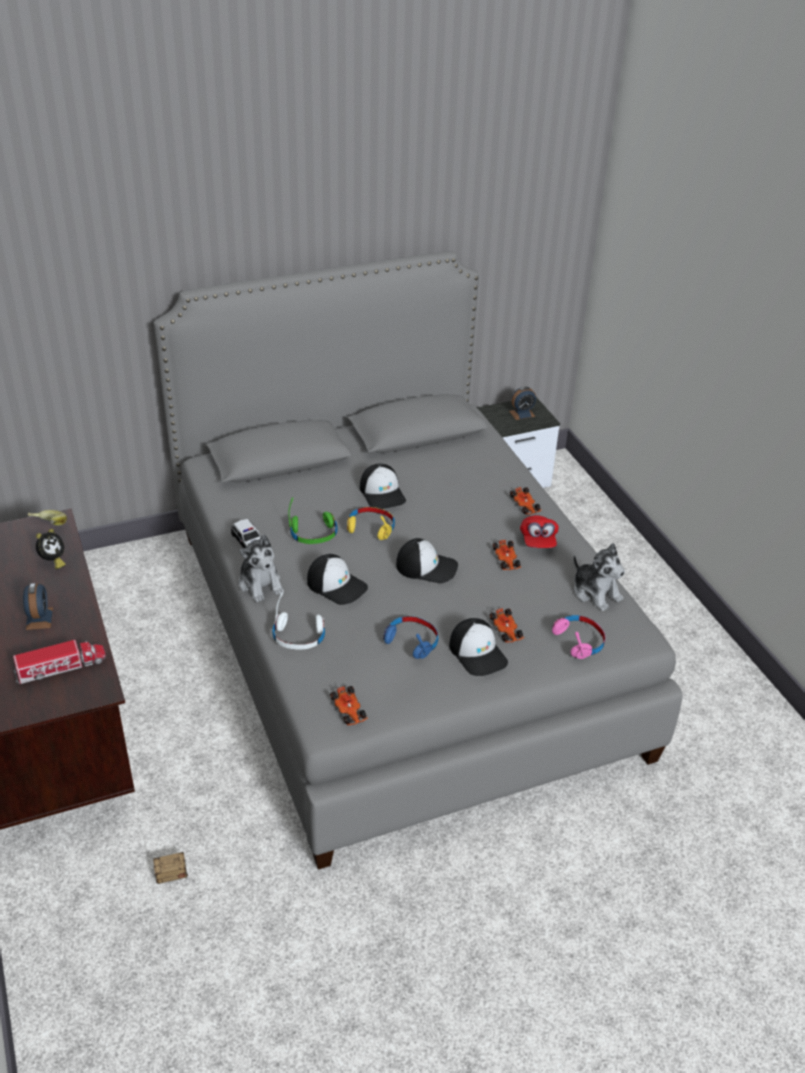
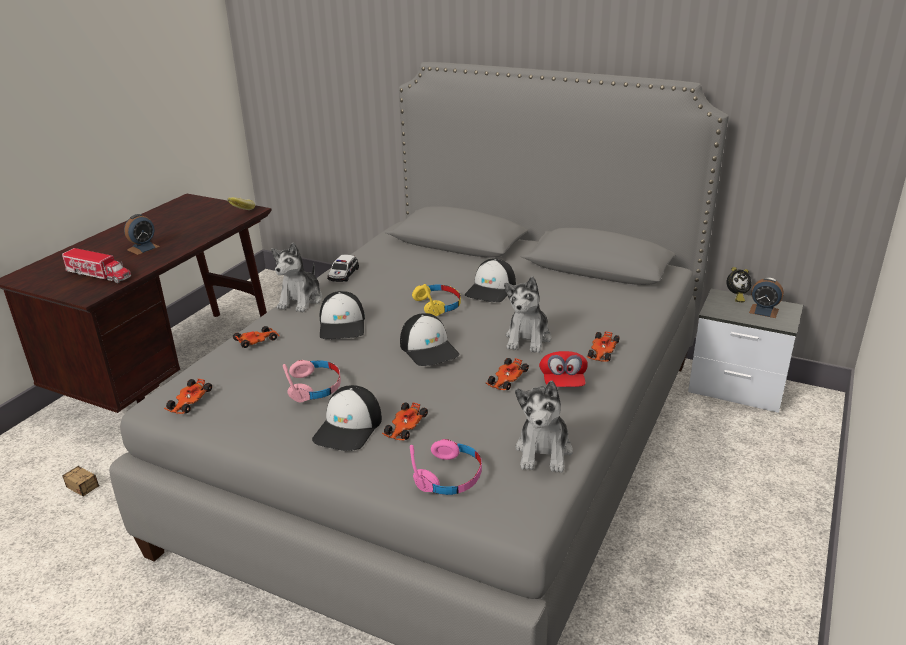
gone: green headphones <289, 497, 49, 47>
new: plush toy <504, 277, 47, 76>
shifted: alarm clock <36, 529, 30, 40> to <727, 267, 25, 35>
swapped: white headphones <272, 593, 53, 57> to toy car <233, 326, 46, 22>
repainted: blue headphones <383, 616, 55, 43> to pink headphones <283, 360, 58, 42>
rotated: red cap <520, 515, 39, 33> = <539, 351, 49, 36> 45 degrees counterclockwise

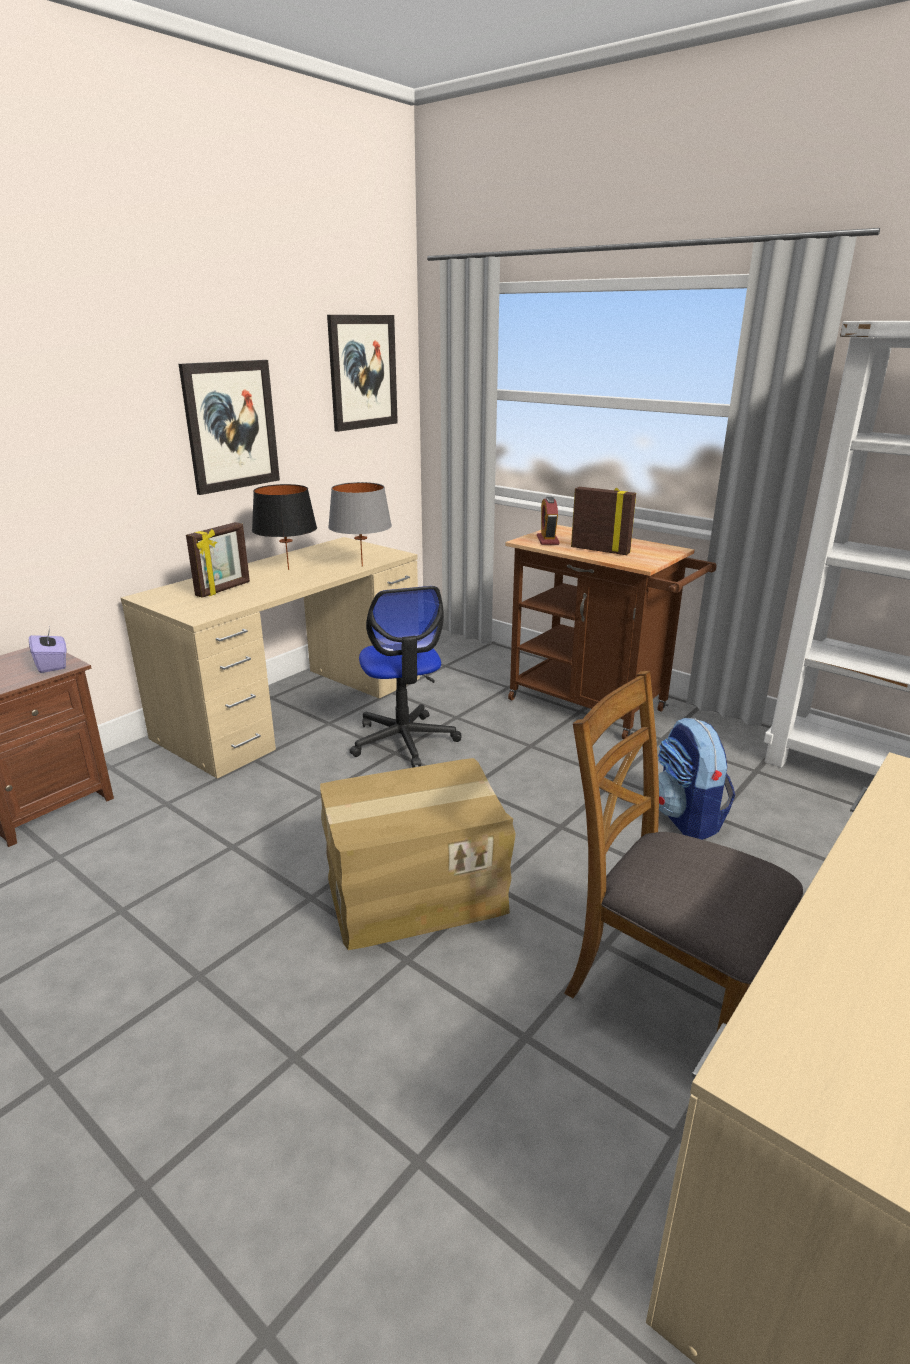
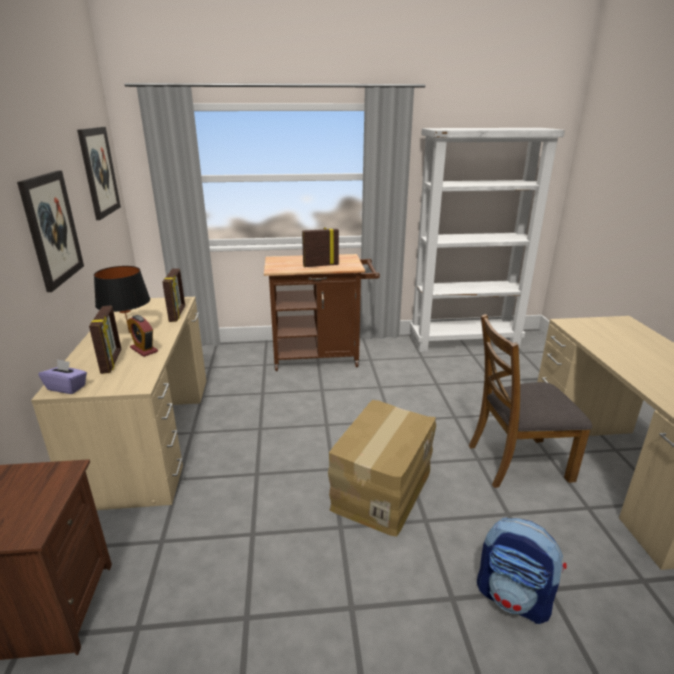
gone: office chair <350, 586, 111, 181>
shifted: purple tissue box <29, 627, 38, 46> to <39, 359, 48, 35>; alarm clock <537, 497, 23, 48> to <127, 315, 31, 42>; backpack <658, 718, 77, 122> to <477, 518, 90, 106>
swapped: grey table lamp <328, 482, 64, 85> to picture frame <162, 268, 23, 54>

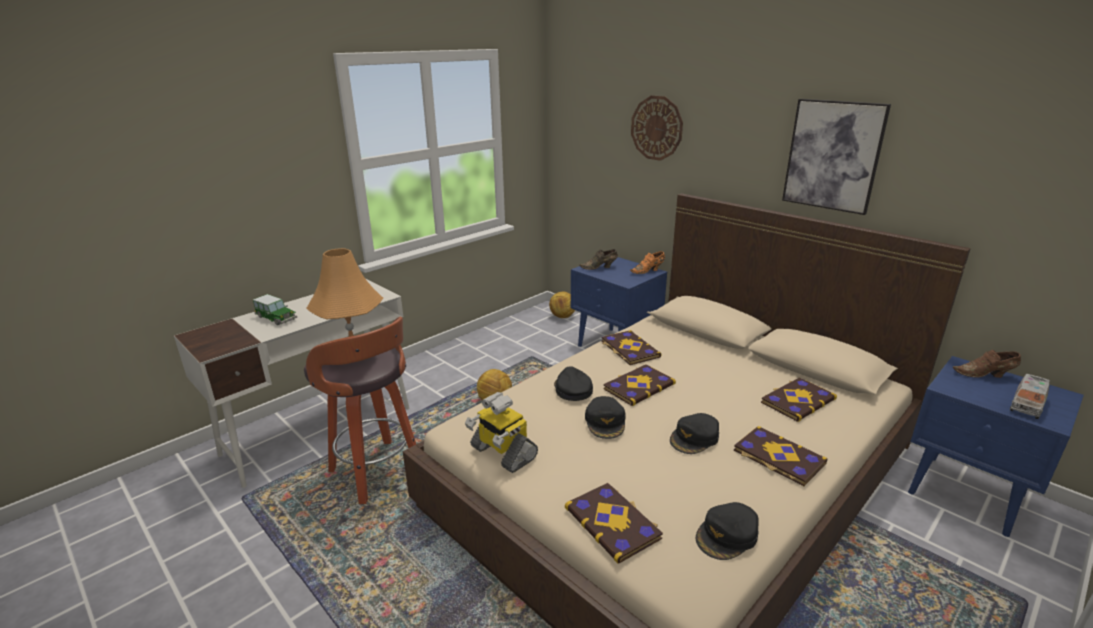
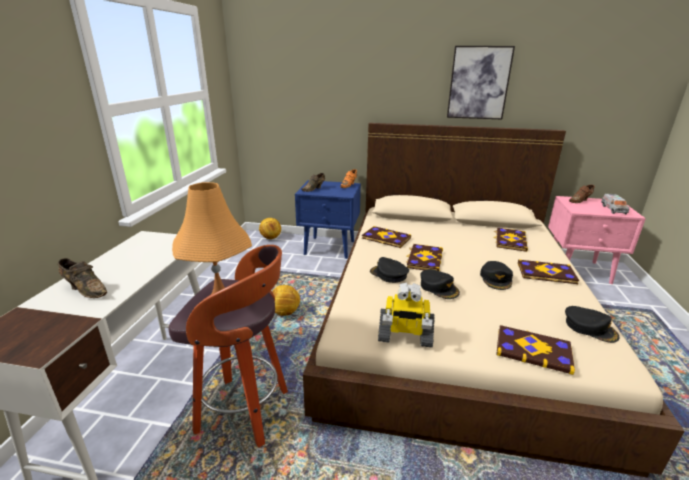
gone: wall clock <631, 96, 52, 65>
swapped: toy car <253, 294, 44, 31> to brown shoe <58, 258, 49, 40>
repainted: blue nightstand <908, 356, 176, 181> to pink nightstand <548, 196, 98, 88>
rotated: black cap <695, 502, 64, 58> = <565, 306, 55, 37> 60 degrees counterclockwise

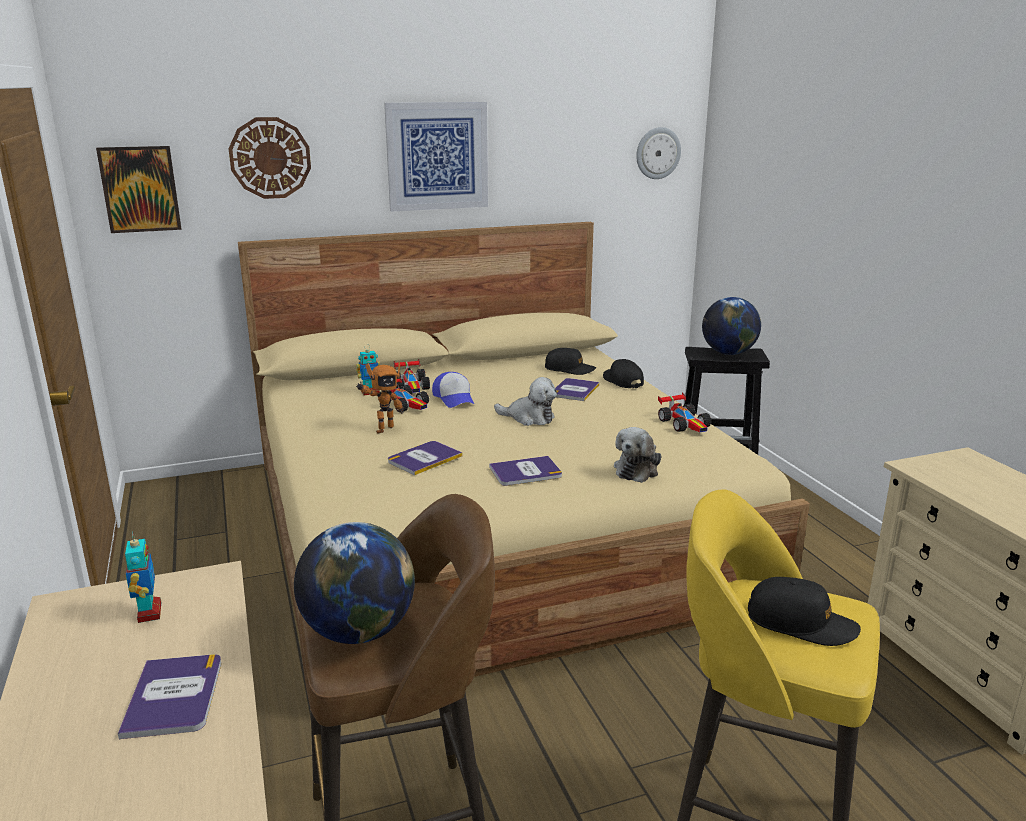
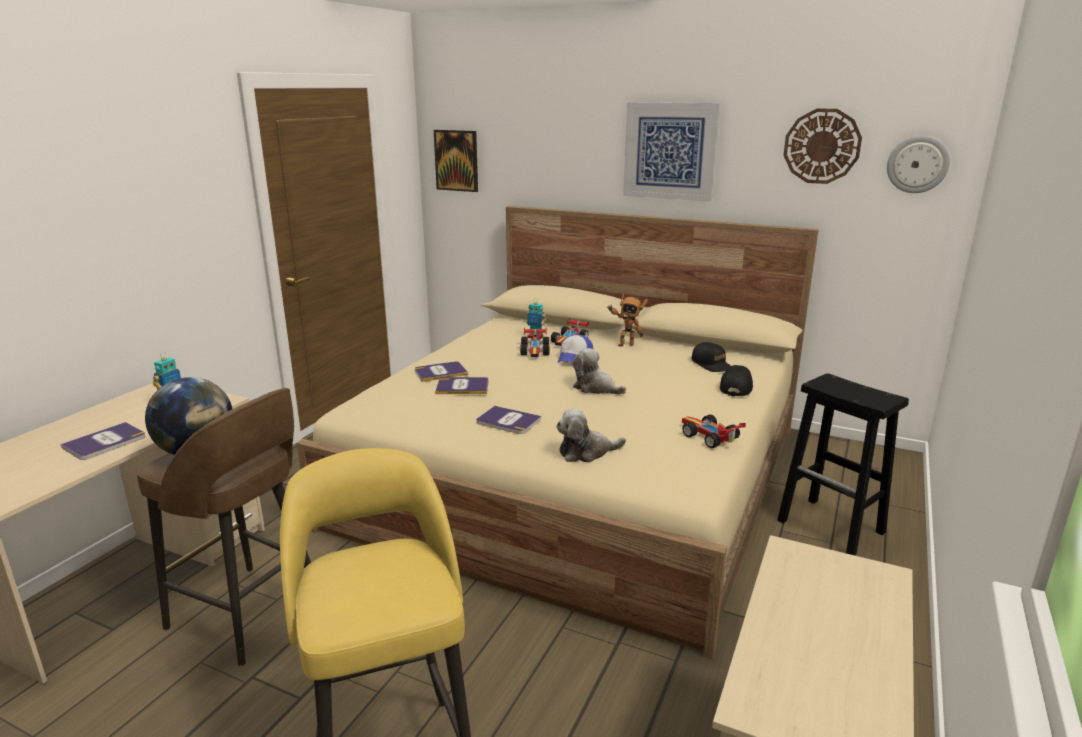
gone: globe <702, 297, 59, 58>; black cap <748, 577, 113, 69>
shifted: wall clock <228, 117, 83, 82> to <784, 109, 78, 75>; toy robot <356, 362, 48, 71> to <607, 294, 41, 53>; book <555, 378, 45, 23> to <415, 361, 53, 21>
rotated: plush toy <494, 377, 63, 49> = <572, 348, 54, 47> 150 degrees clockwise; toy car <658, 392, 53, 40> = <682, 415, 64, 33> 120 degrees clockwise

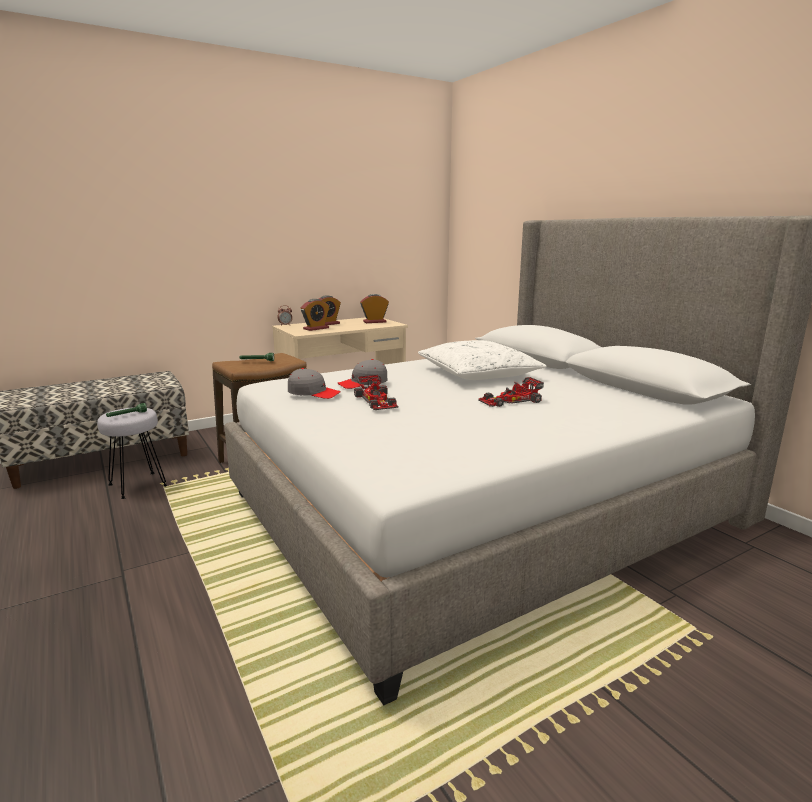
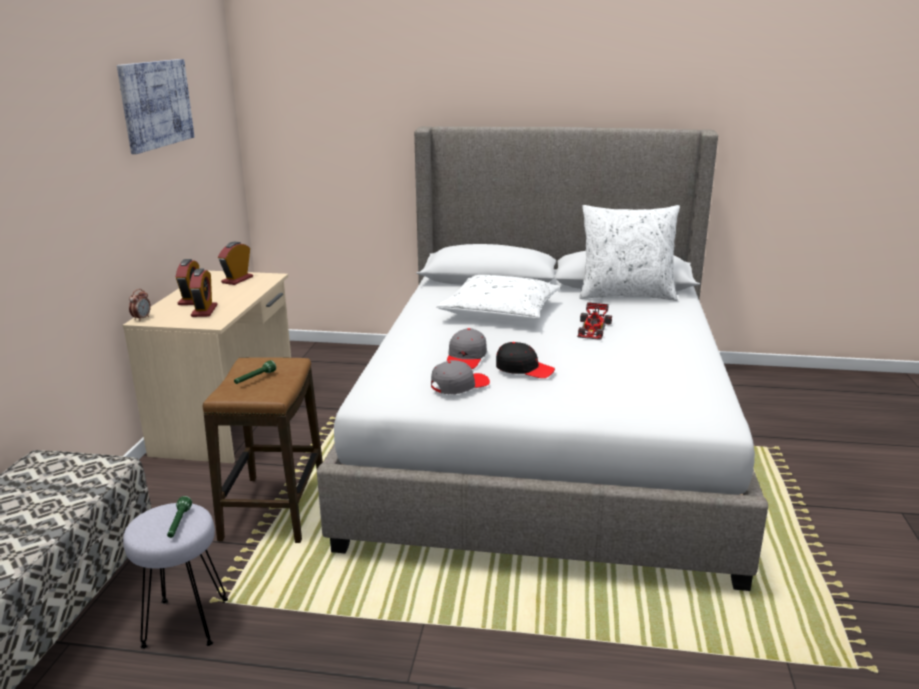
new: picture <117, 59, 77, 95>; white pillow <580, 205, 100, 96>
swapped: toy car <354, 374, 45, 36> to black cap <496, 342, 59, 36>

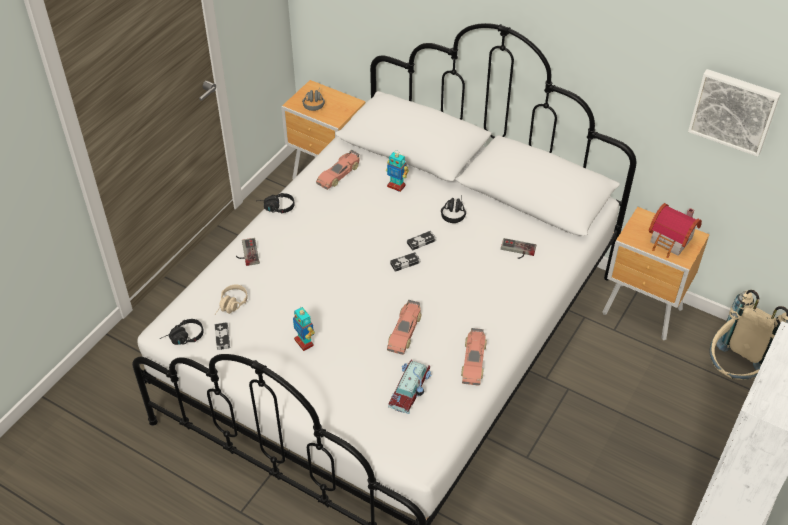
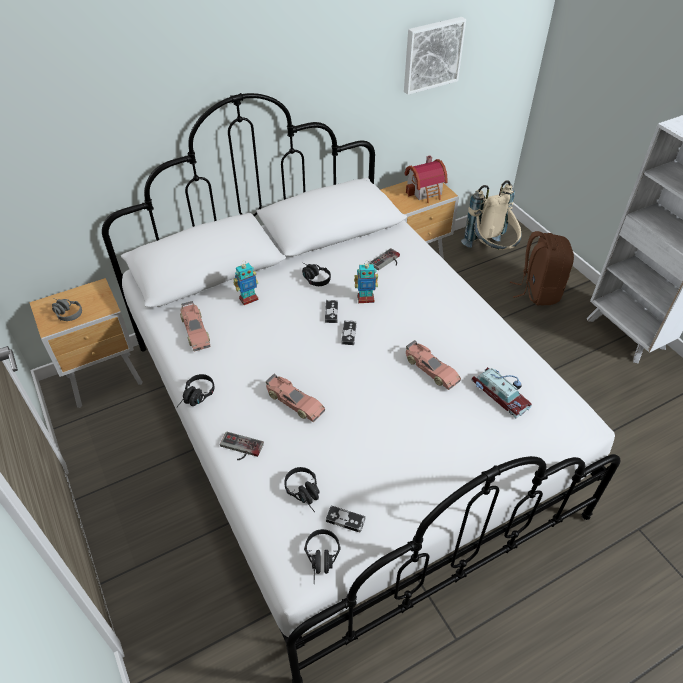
new: brown backpack <510, 231, 64, 74>
shifted: toy robot <293, 307, 22, 44> to <354, 262, 24, 41>; toy car <461, 328, 26, 58> to <266, 374, 59, 48>
repainted: beige headphones <215, 285, 33, 29> to black headphones <284, 467, 36, 45>

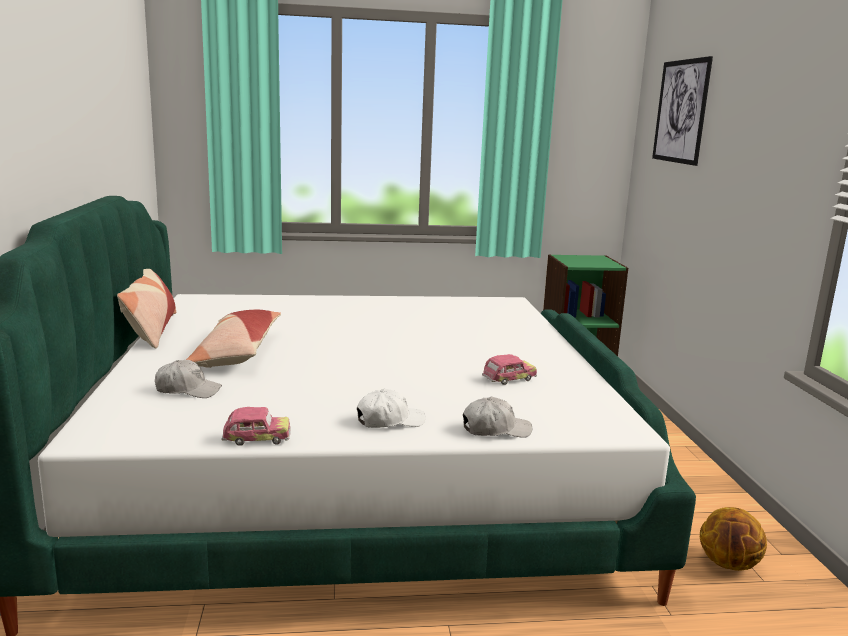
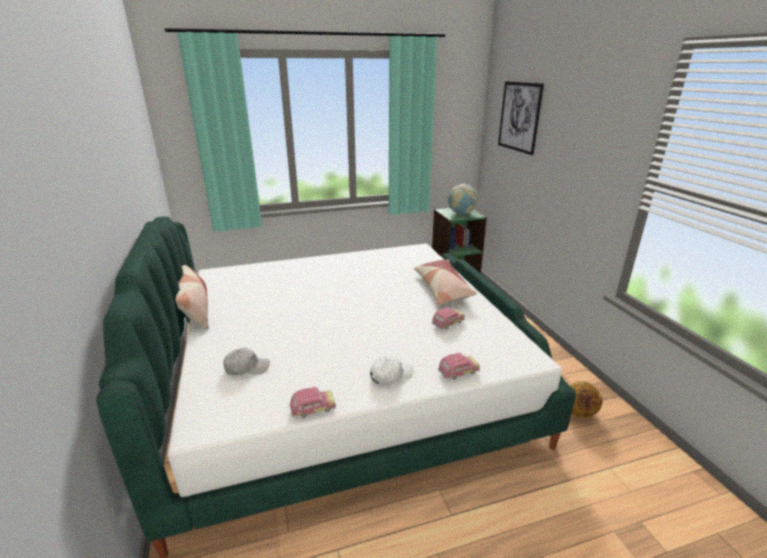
new: globe <448, 184, 30, 30>
shifted: pillow <186, 310, 95, 58> to <414, 259, 63, 46>
swapped: white cap <463, 397, 69, 41> to toy car <438, 353, 42, 26>

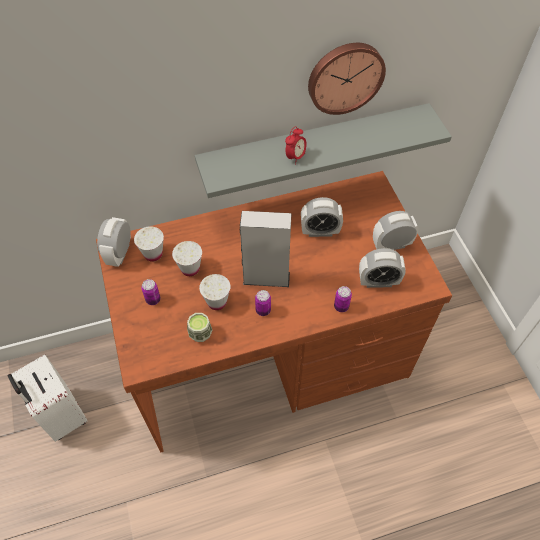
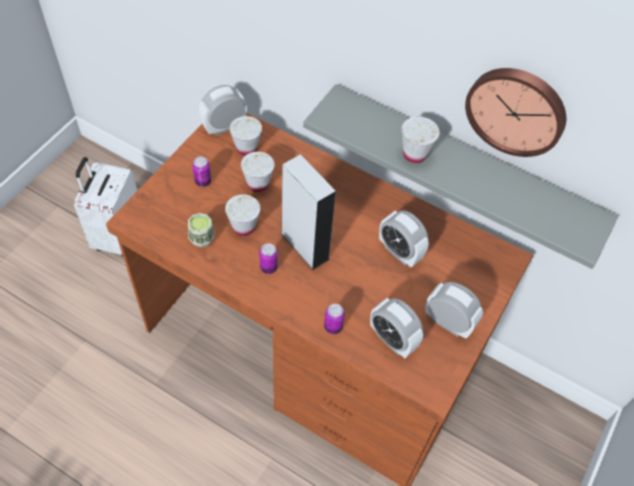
swapped: alarm clock <285, 126, 22, 39> to white cup <401, 117, 39, 46>

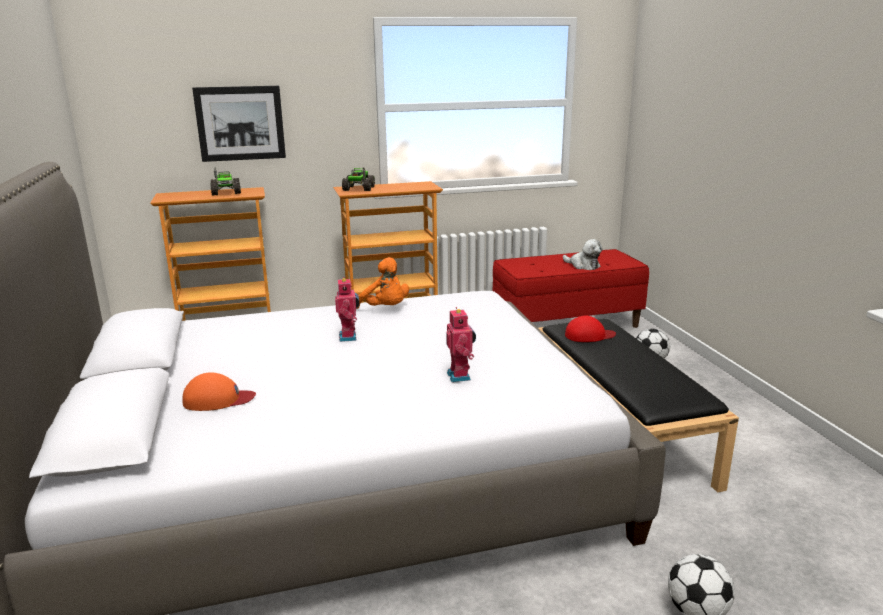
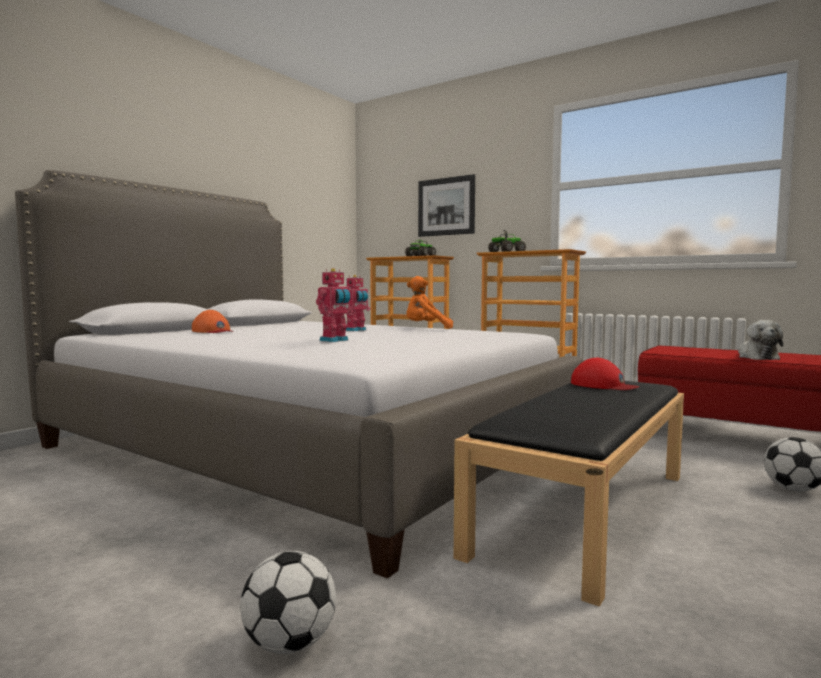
rotated: orange plush toy <356, 257, 53, 52> = <406, 276, 47, 53> 90 degrees clockwise

